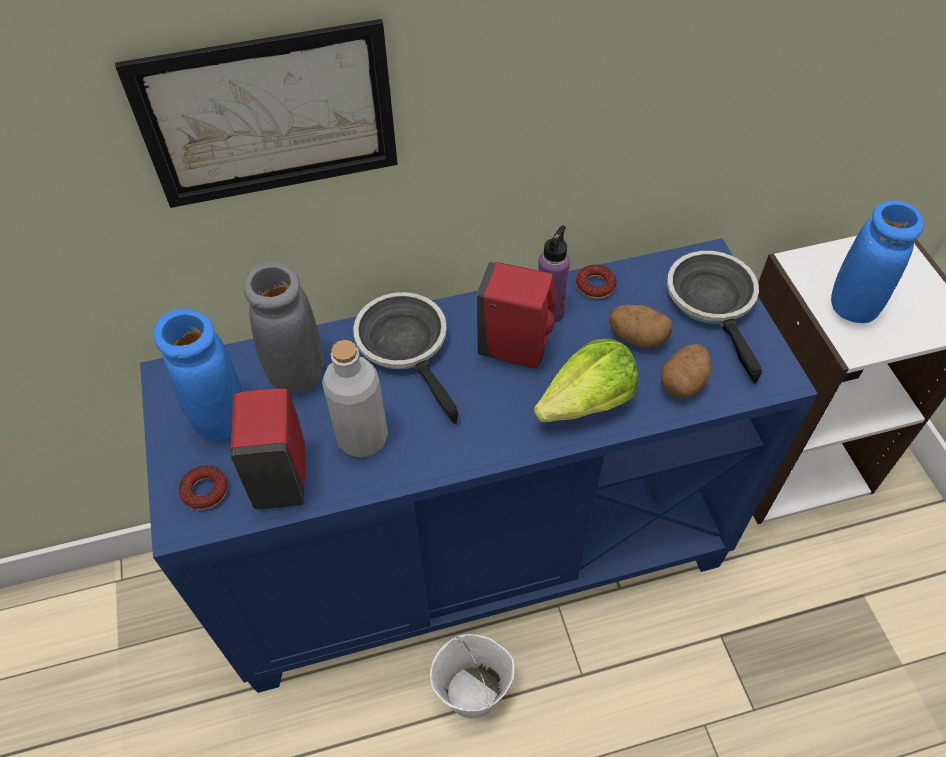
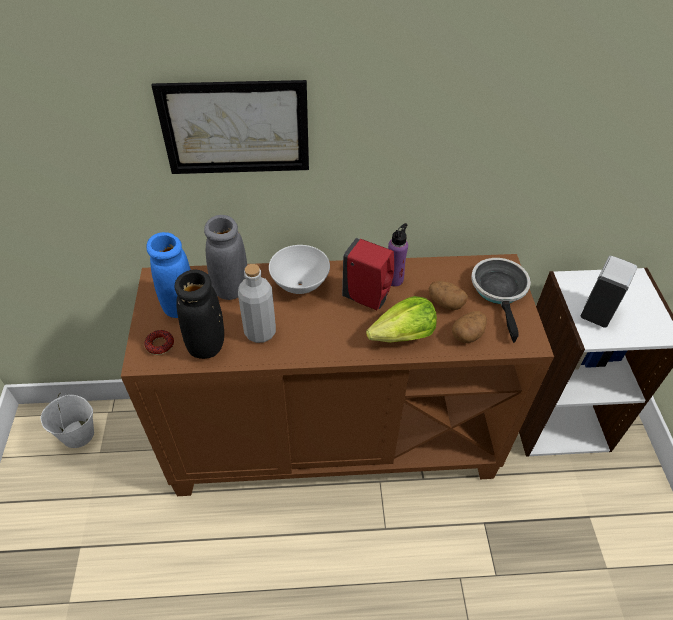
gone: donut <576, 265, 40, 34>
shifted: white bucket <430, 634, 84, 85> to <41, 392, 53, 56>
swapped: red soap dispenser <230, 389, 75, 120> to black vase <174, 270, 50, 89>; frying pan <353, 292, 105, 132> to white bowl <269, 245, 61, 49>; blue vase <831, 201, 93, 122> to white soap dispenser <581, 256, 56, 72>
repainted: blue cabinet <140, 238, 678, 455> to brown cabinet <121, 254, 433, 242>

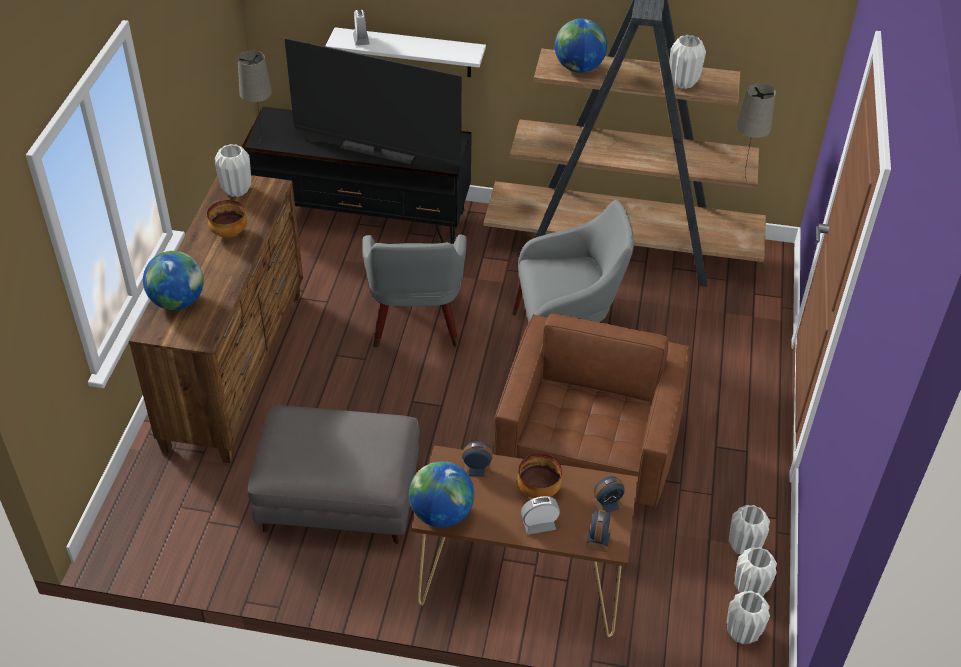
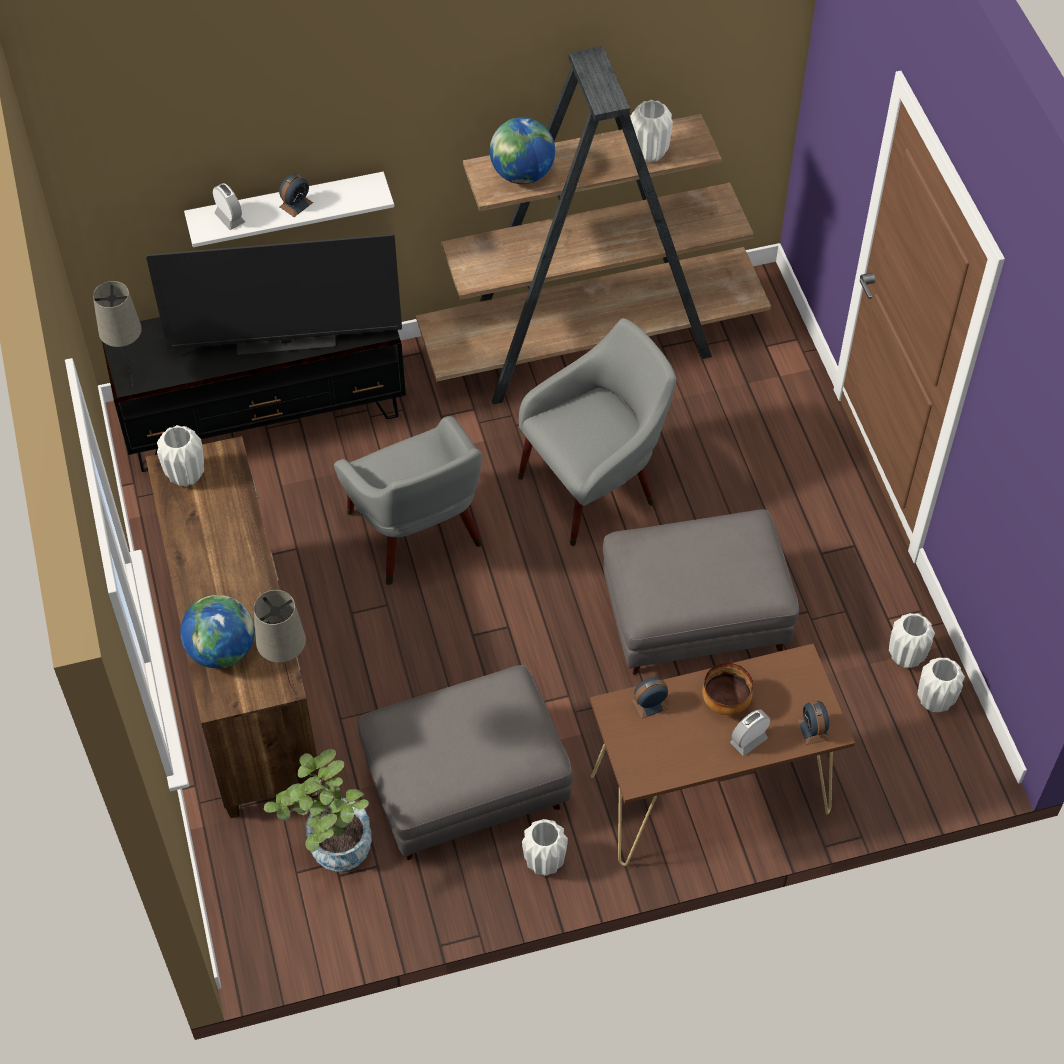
gone: bowl <207, 200, 40, 38>; globe <409, 461, 65, 67>
new: potted plant <264, 749, 108, 123>
shifted: alarm clock <591, 476, 34, 37> to <279, 174, 34, 43>; white vase <727, 591, 43, 53> to <522, 819, 46, 57>; beige table lamp <737, 83, 39, 99> to <254, 590, 52, 105>
swapped: brown armchair <494, 313, 196, 194> to grey ottoman <603, 509, 196, 166>

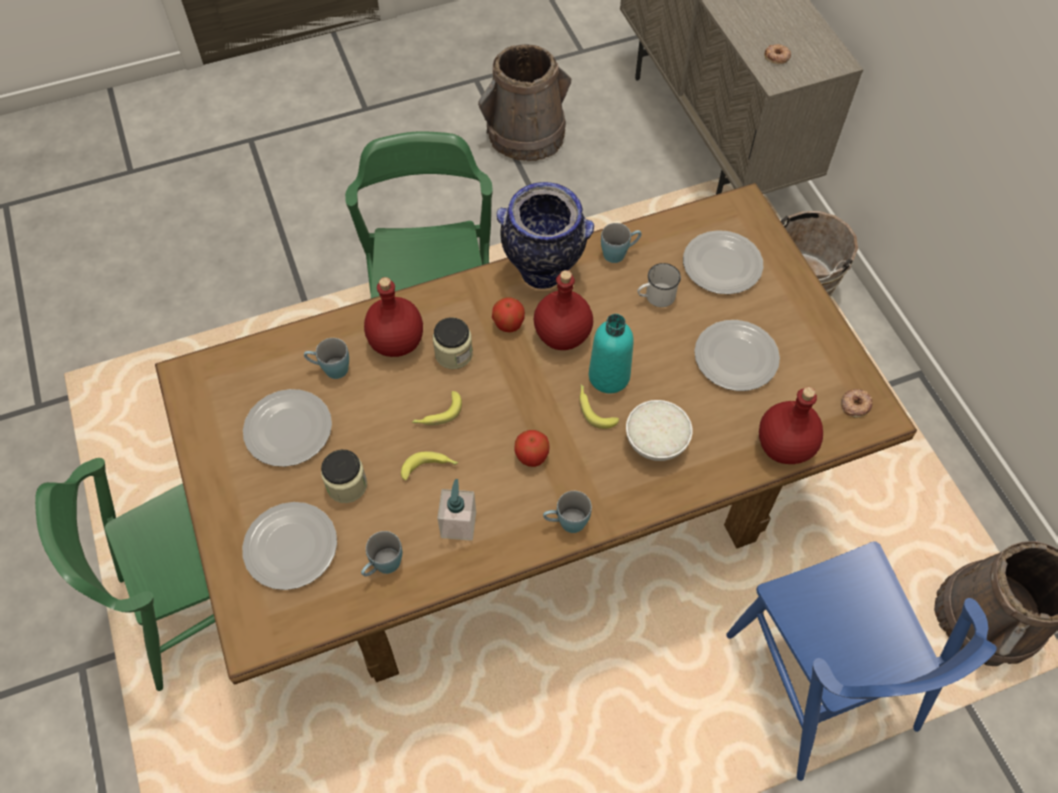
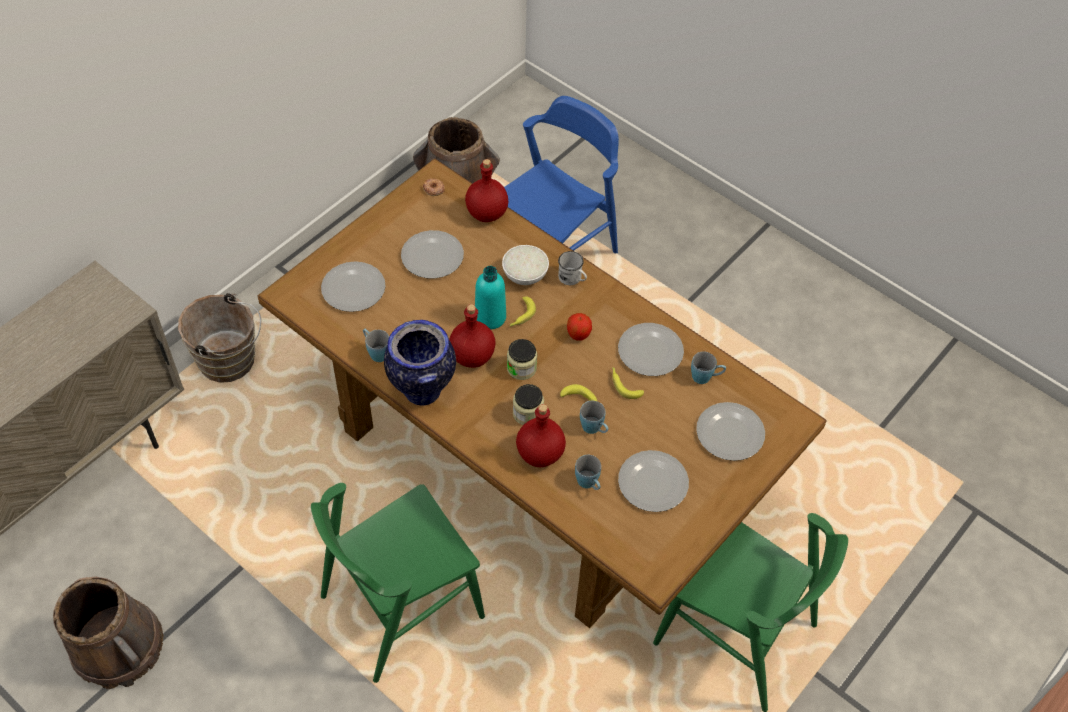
gone: apple <492, 297, 33, 35>; donut <764, 44, 27, 20>
shifted: jar <321, 450, 46, 53> to <507, 339, 30, 41>; blue mug <543, 491, 49, 42> to <580, 401, 29, 33>; white mug <637, 263, 44, 44> to <558, 251, 29, 34>
swapped: soap dispenser <437, 479, 39, 62> to plate <618, 323, 66, 53>

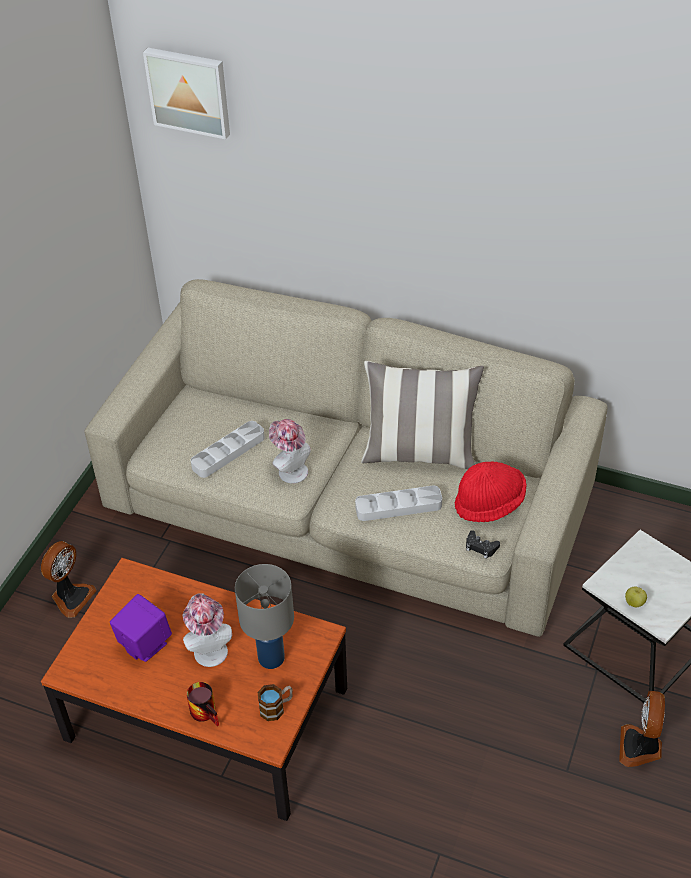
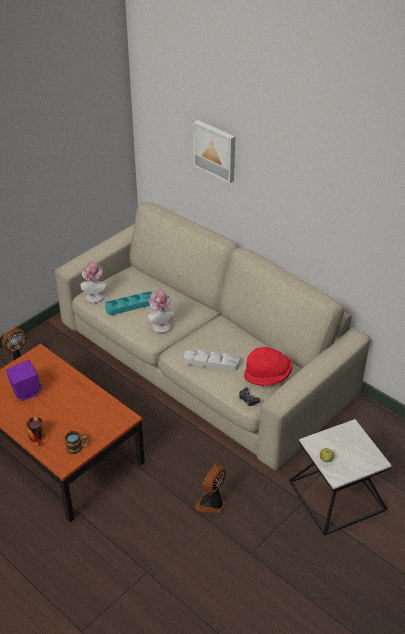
gone: grey table lamp <235, 564, 59, 105>; pillow <361, 361, 123, 108>
shifted: picture <143, 48, 87, 91> to <193, 120, 42, 63>; hat <183, 593, 49, 74> to <80, 262, 26, 41>; fan <619, 691, 46, 76> to <195, 464, 32, 49>
repainted: grey tray <191, 421, 74, 57> to turquoise tray <105, 291, 48, 24>

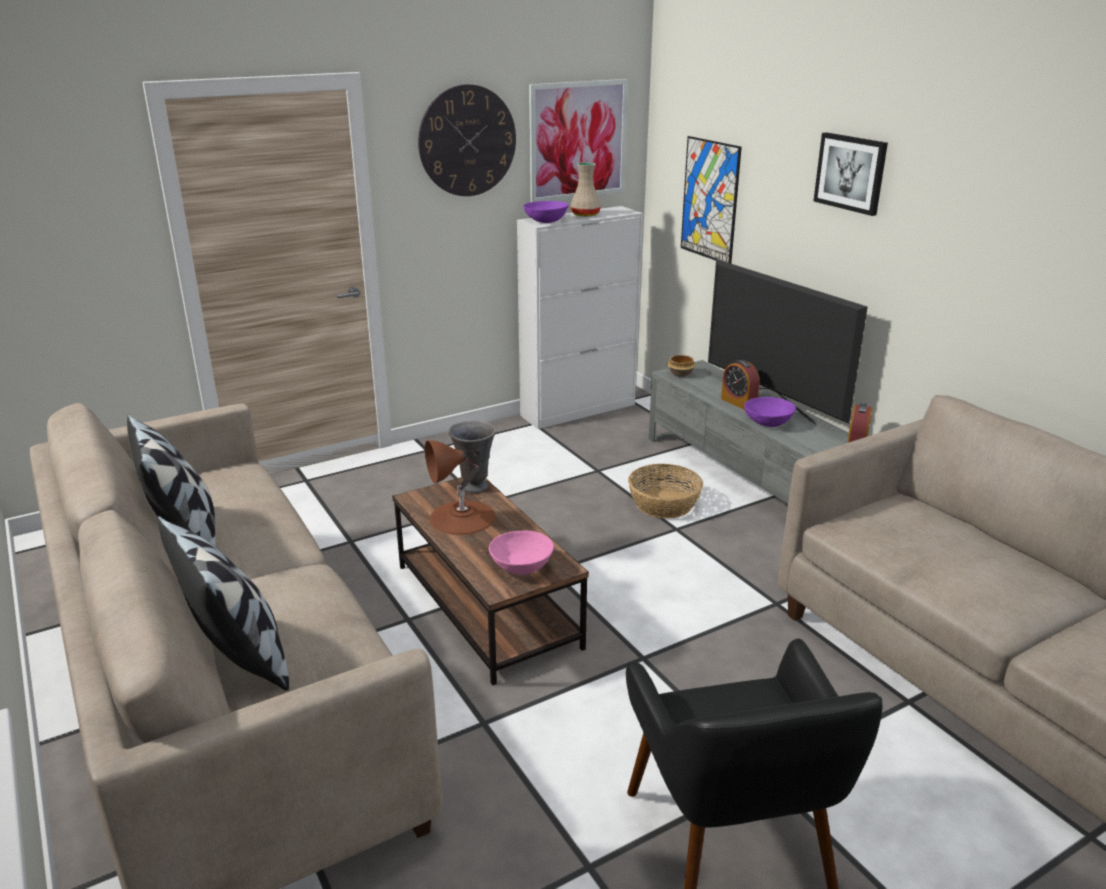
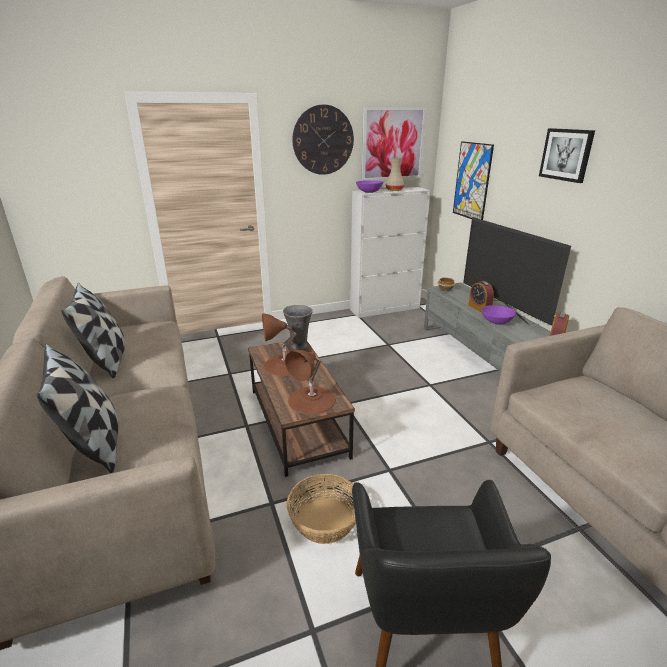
shifted: basket <628, 464, 75, 54> to <287, 474, 69, 70>
swapped: pink bowl <489, 531, 65, 44> to brown table lamp <285, 350, 51, 65>

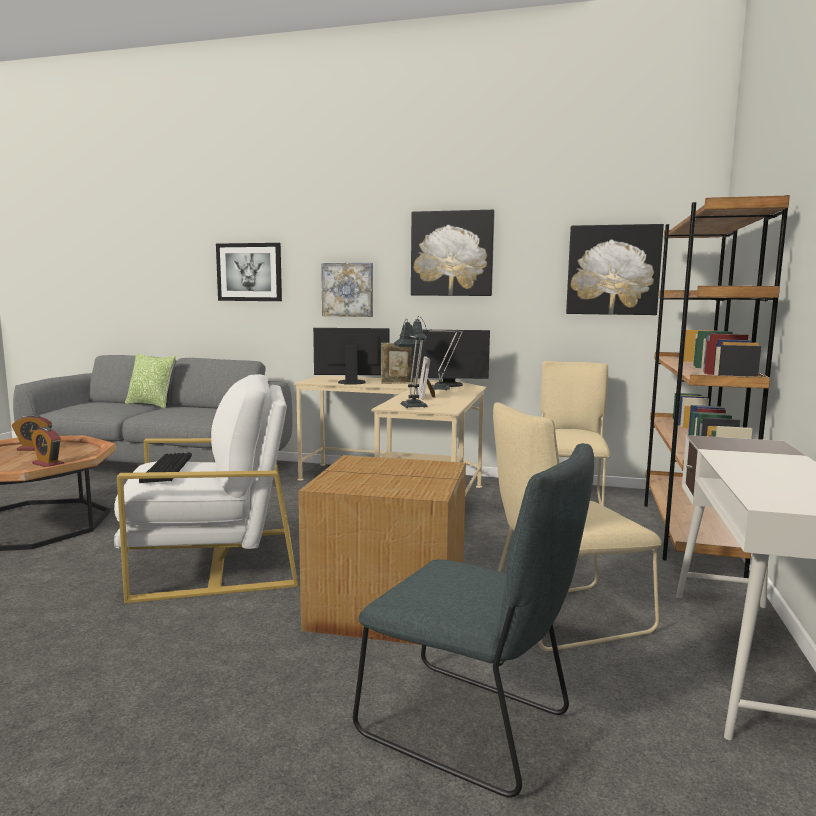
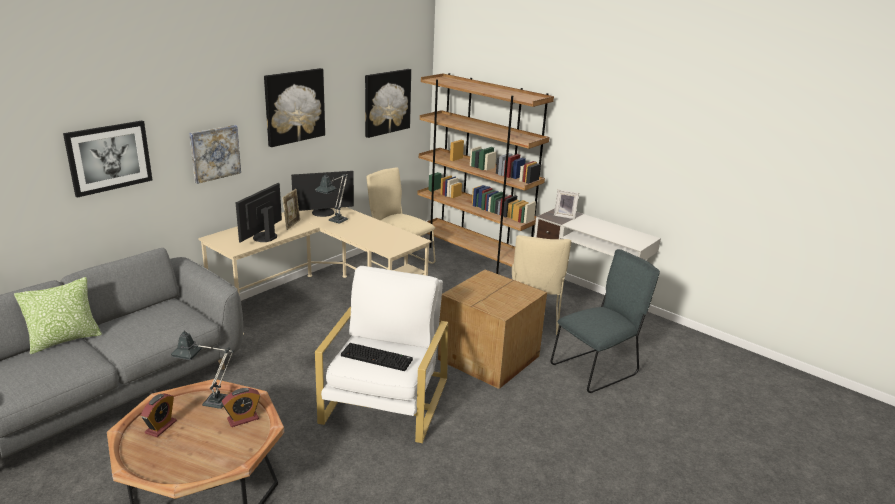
shifted: table lamp <394, 319, 33, 89> to <171, 330, 63, 79>; picture frame <418, 356, 17, 44> to <554, 190, 25, 29>
rotated: monitor <411, 330, 79, 57> = <291, 171, 63, 46> 45 degrees clockwise

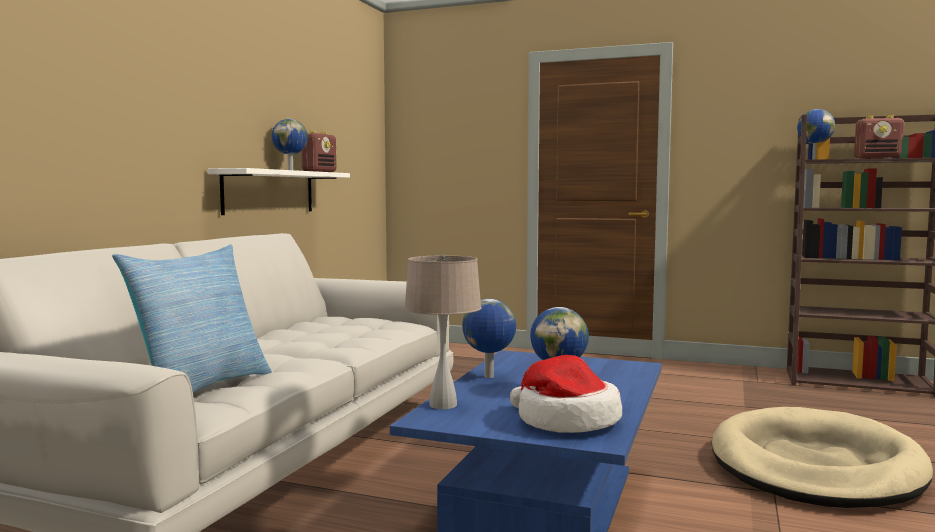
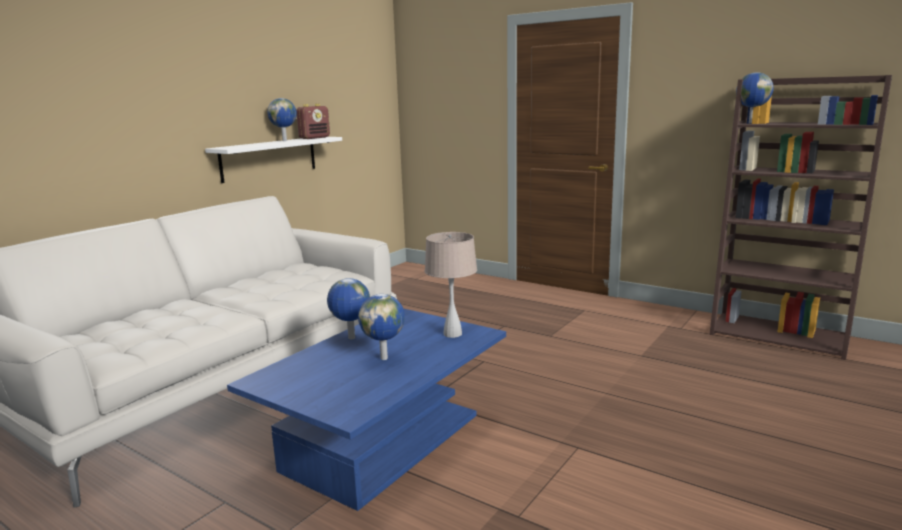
gone: pillow <112, 245, 160, 148>; hat <510, 355, 112, 78>; beige dog bed <712, 407, 221, 101>; radio <854, 115, 50, 44>
shifted: beige table lamp <404, 254, 77, 155> to <425, 232, 52, 106>

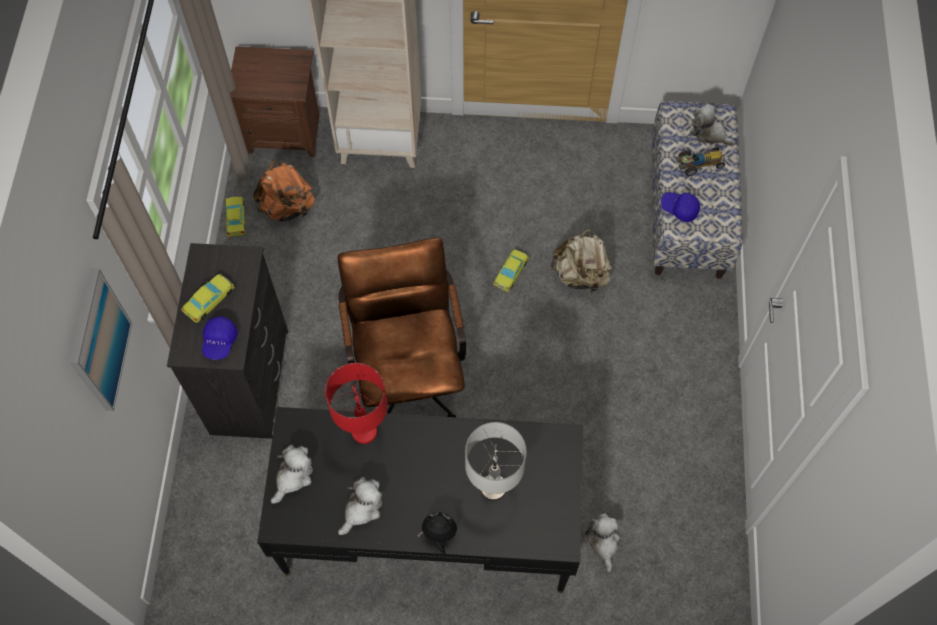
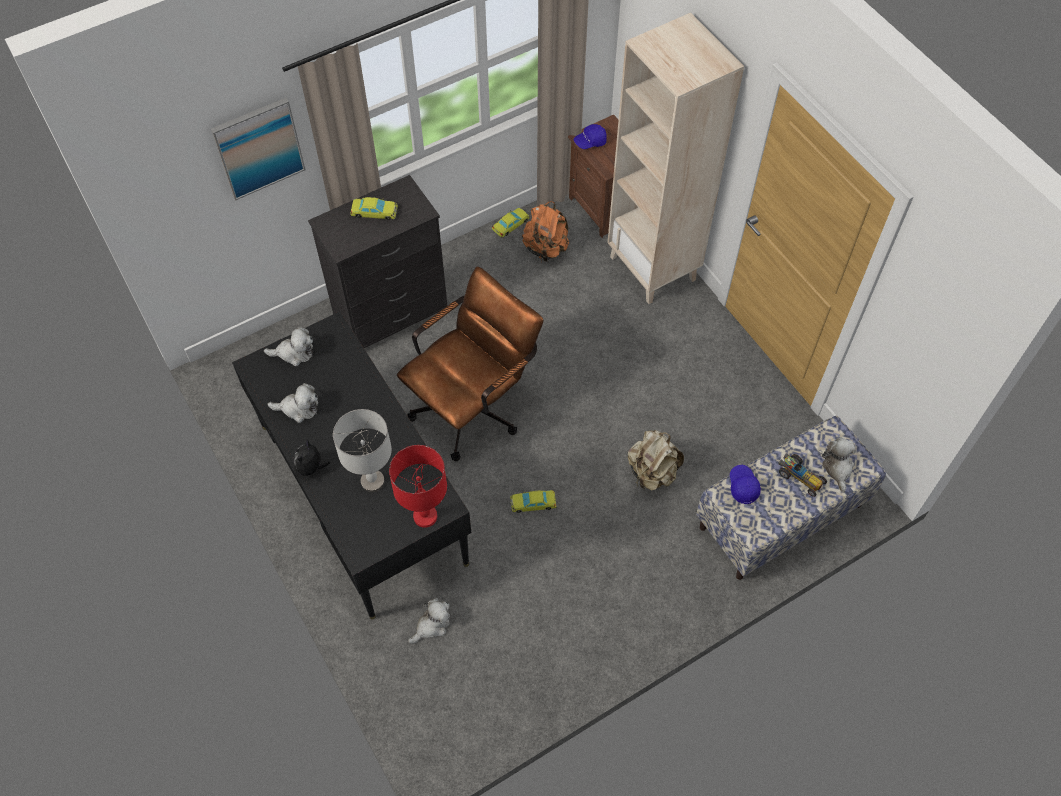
shifted: blue cap <202, 316, 36, 44> to <574, 124, 33, 25>; red table lamp <325, 363, 63, 81> to <389, 445, 58, 83>; yellow toy car <493, 249, 36, 43> to <510, 490, 47, 23>
rotated: plush toy <417, 512, 40, 42> = <293, 440, 38, 38> 135 degrees counterclockwise

